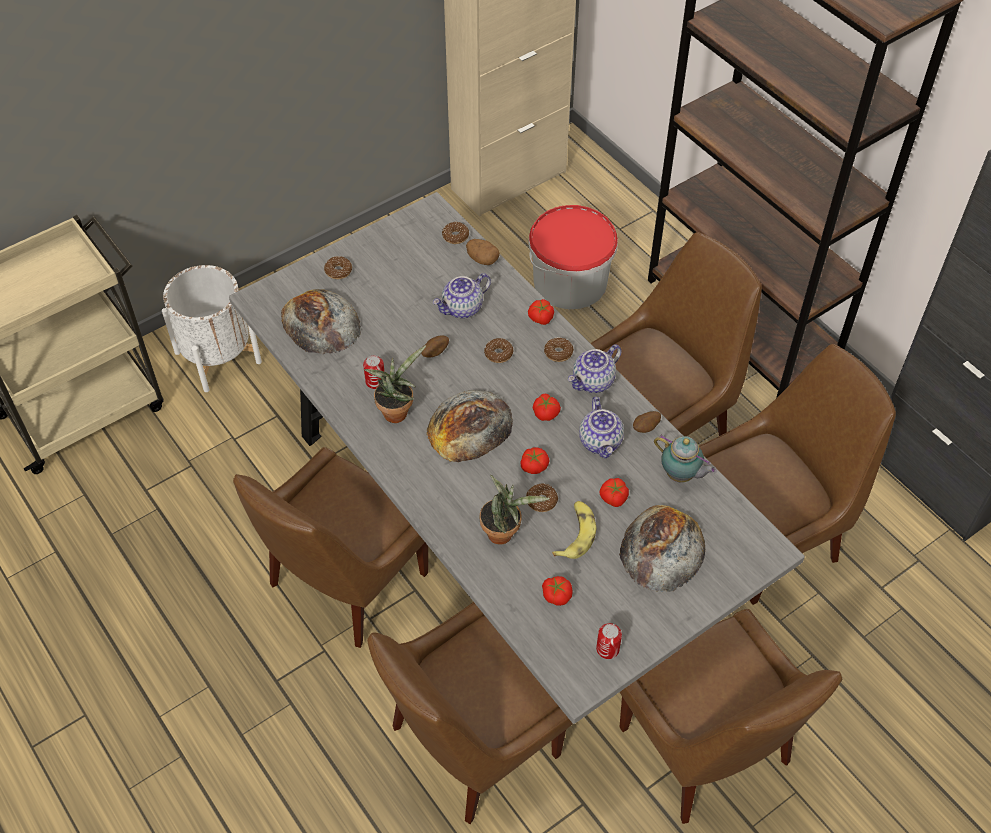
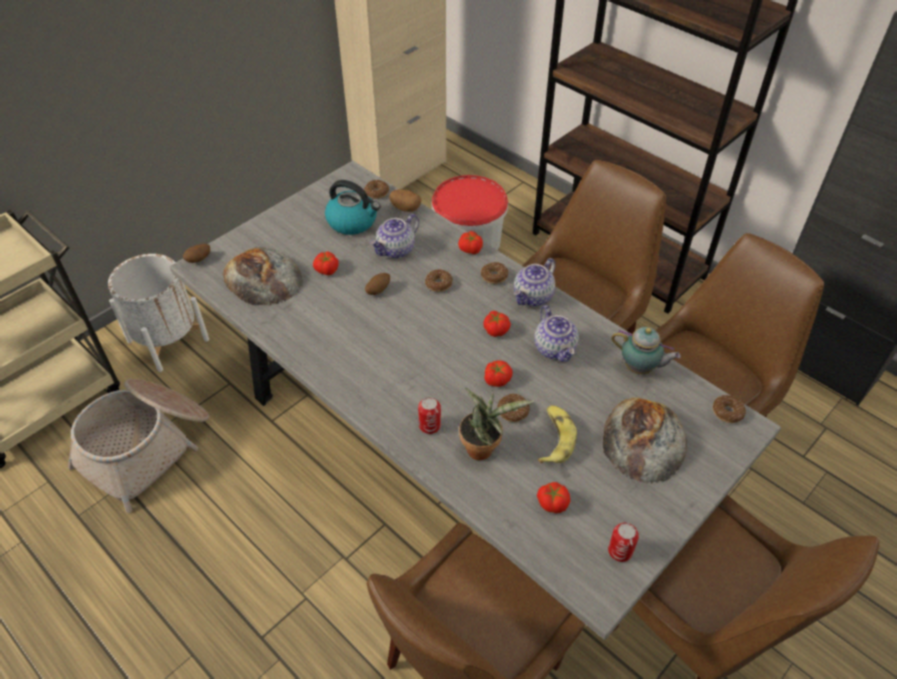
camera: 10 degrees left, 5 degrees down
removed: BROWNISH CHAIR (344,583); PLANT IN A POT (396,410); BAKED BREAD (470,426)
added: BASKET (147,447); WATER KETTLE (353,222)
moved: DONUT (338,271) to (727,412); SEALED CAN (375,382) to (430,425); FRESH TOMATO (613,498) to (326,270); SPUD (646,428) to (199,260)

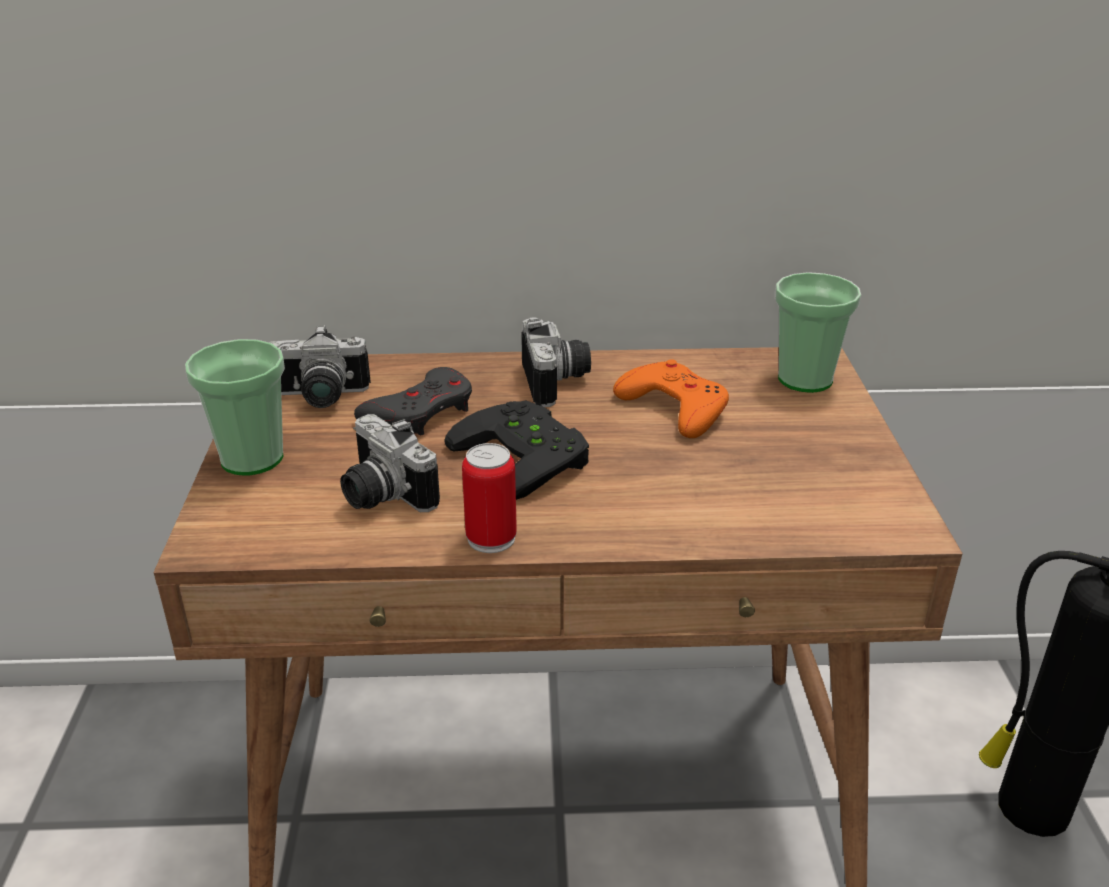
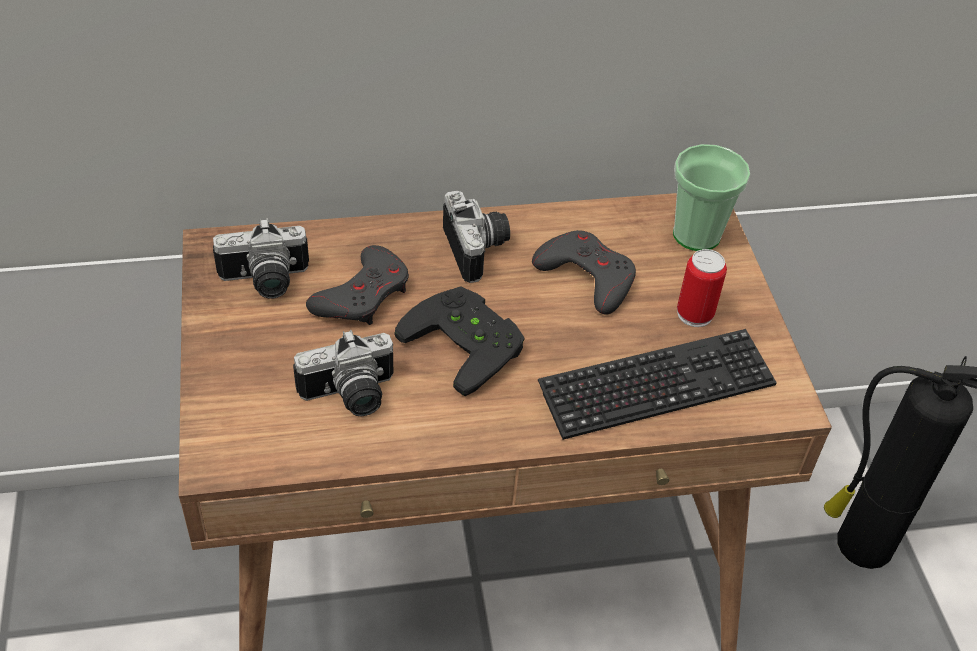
camera: 10 degrees left, 15 degrees up
removed: CUP (252,458)
added: KEYBOARD (656,386)
moved: SEALED CAN (491,538) to (694,314)
recoloured: ORANGEY GAME CONTROLLER (674,407) to GRAY GAME CONTROLLER (586,276)
turned: PHOTO CAMERA (380,495) = (351,397) 60 degrees counterclockwise

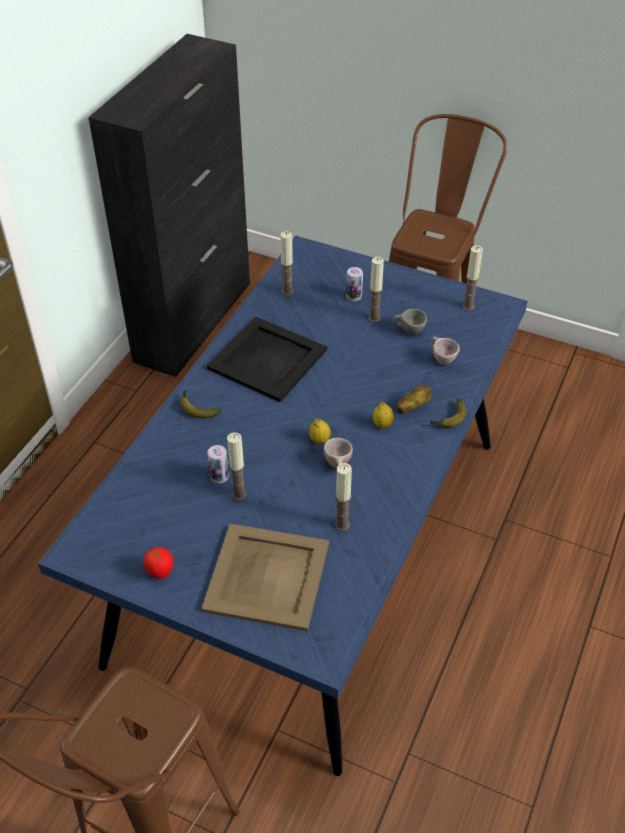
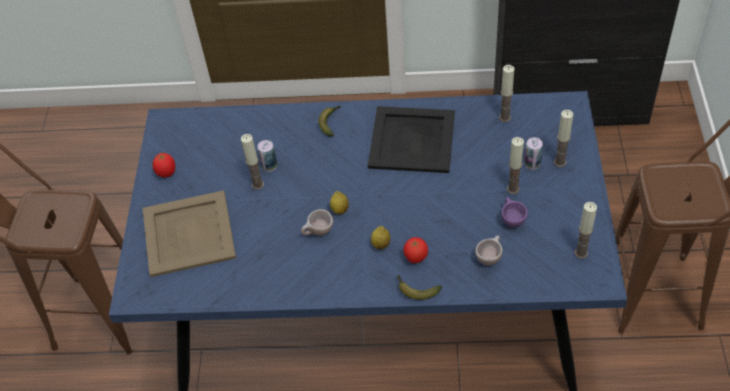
camera: 70 degrees right, 5 degrees up
moved: CANDLE (342,525) to (560,162)
replaced: SPUD (413,406) to FRESH TOMATO (415,258)
recoloured: GRAY CUP (408,332) to PURPLE CUP (511,220)

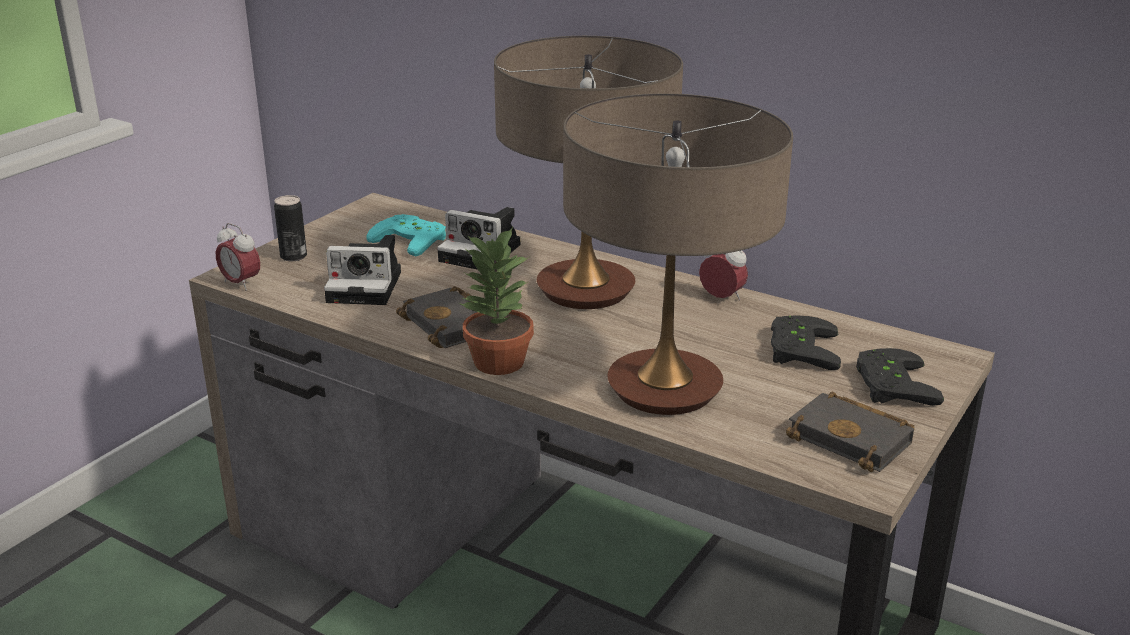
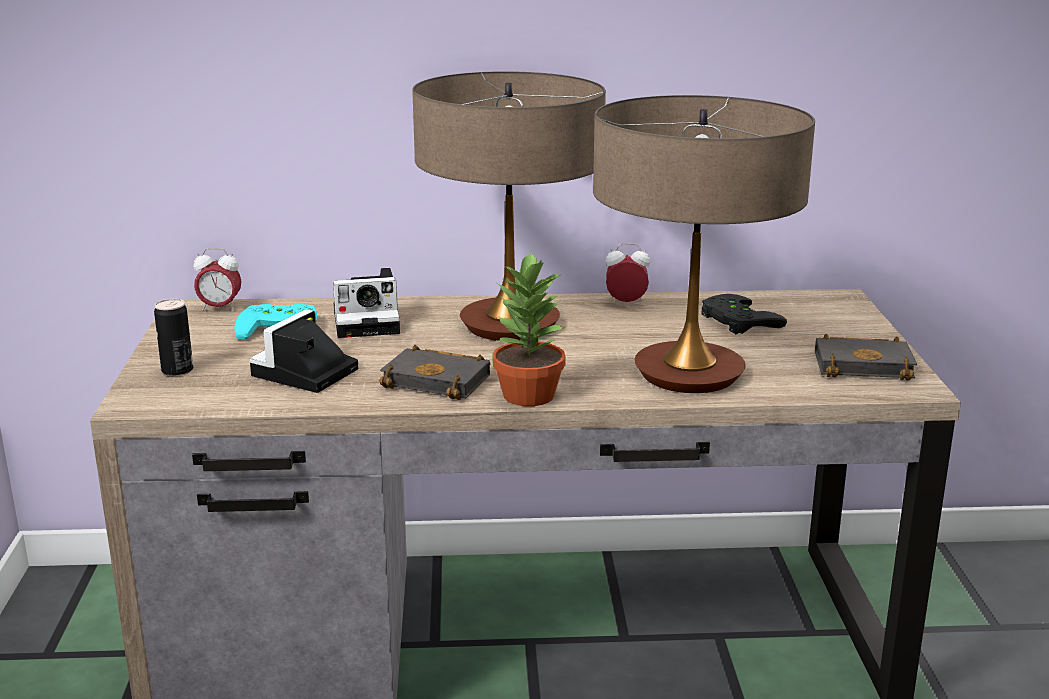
camera: 35 degrees left, 5 degrees down
removed: BLACK-COLOURED GAME CONTROLLER (889,384)
moved: BEDSIDE CLOCK (241,283) to (220,308)
turned: PHOTO CAMERA (368,286) = (303,374) 150 degrees clockwise

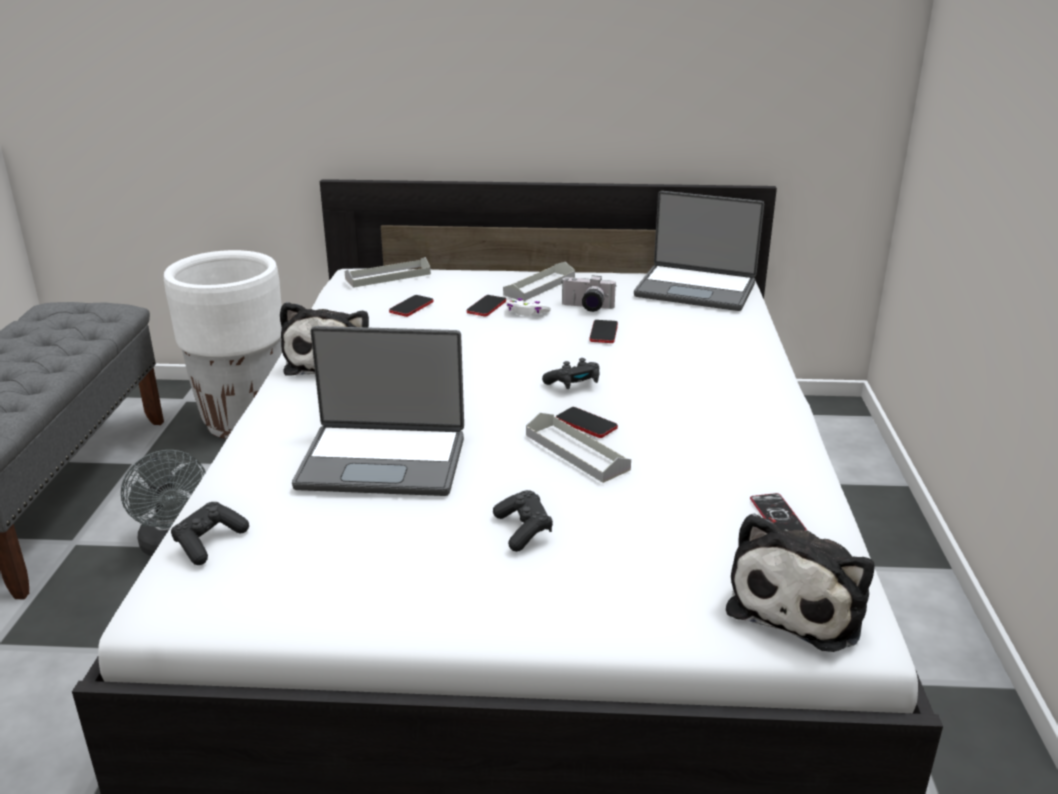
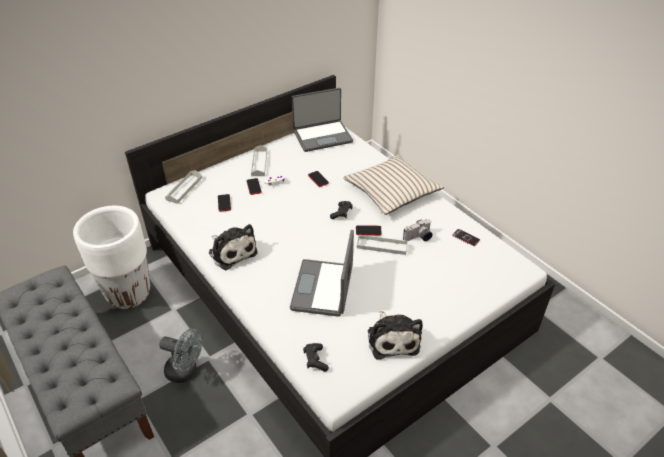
camera: 40 degrees left, 15 degrees up
removed: BLACK-COLOURED GAME CONTROLLER (523,530)
added: BEIGE PILLOW (391,191)
moved: PHOTO CAMERA (587,308) to (419,238); SOFT TOY (800,604) to (392,339)
turned: PORTABLE COMPUTER (383,460) = (323,288) 135 degrees clockwise

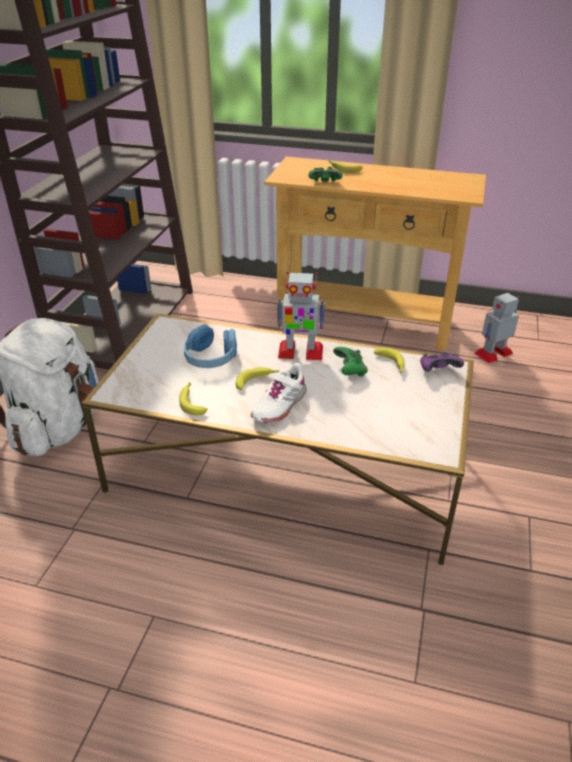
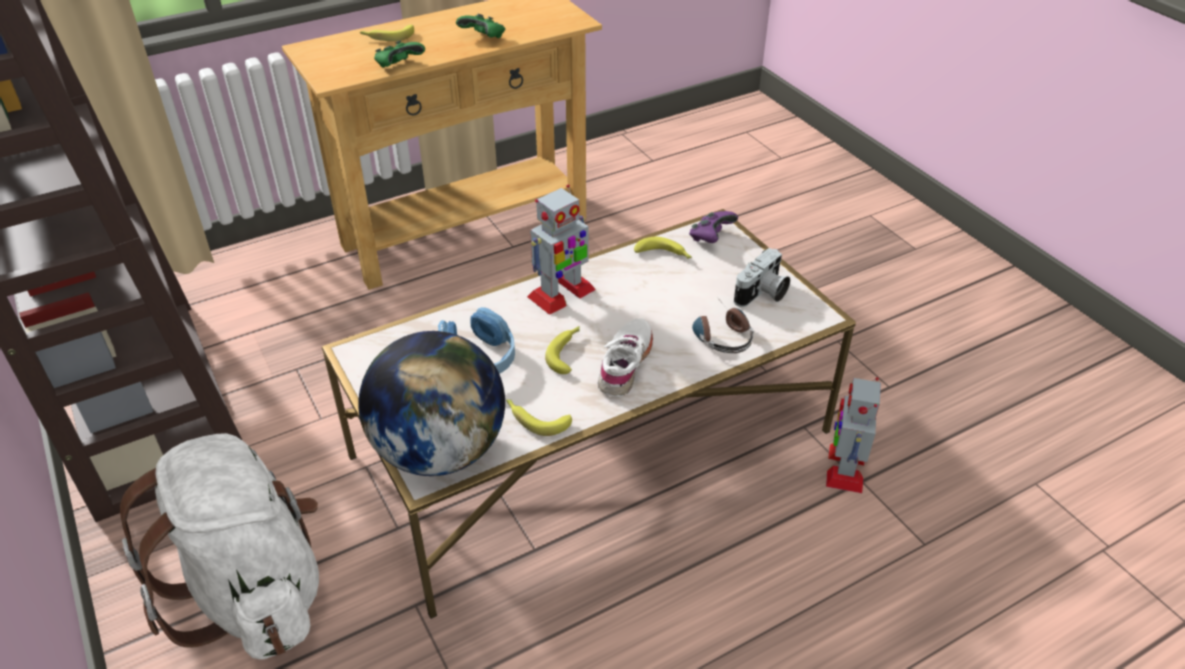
camera: 45 degrees left, 5 degrees up
added: DESK GLOBE (439,451); HEADPHONES (719,333); PHOTO CAMERA (762,294)
moved: GREENISH GAME CONTROLLER (350,371) to (484,38); ROBOT FIGURE (493,353) to (845,467)
turned: WHITE-COLOURED ITEM OF FOOTWEAR (279,405) = (626,363) 150 degrees counterclockwise

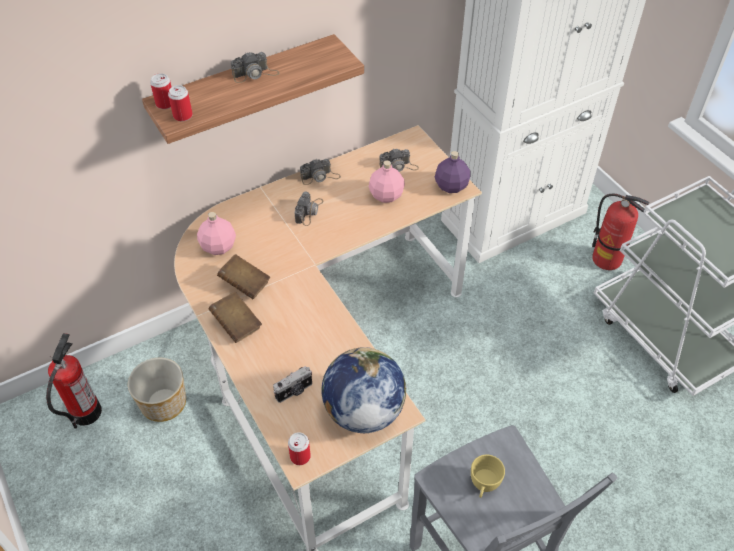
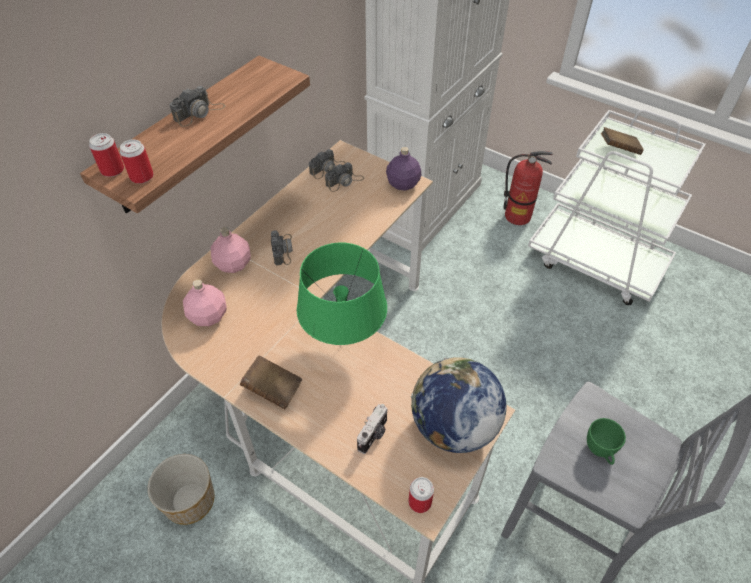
camera: 25 degrees left, 0 degrees up
removed: FIRE-FIGHTING CYLINDER (85,412)
added: GREENISH TABLETOP LAMP (344,342)
moved: BROWNISH BOOK (245,284) to (618,149); PHOTO CAMERA (320,177) to (327,168); PINK BEVERAGE BOTTLE (385,195) to (233,264)
recoloured: YELLOW CUP (483,486) to GREENISH CUP (600,451)

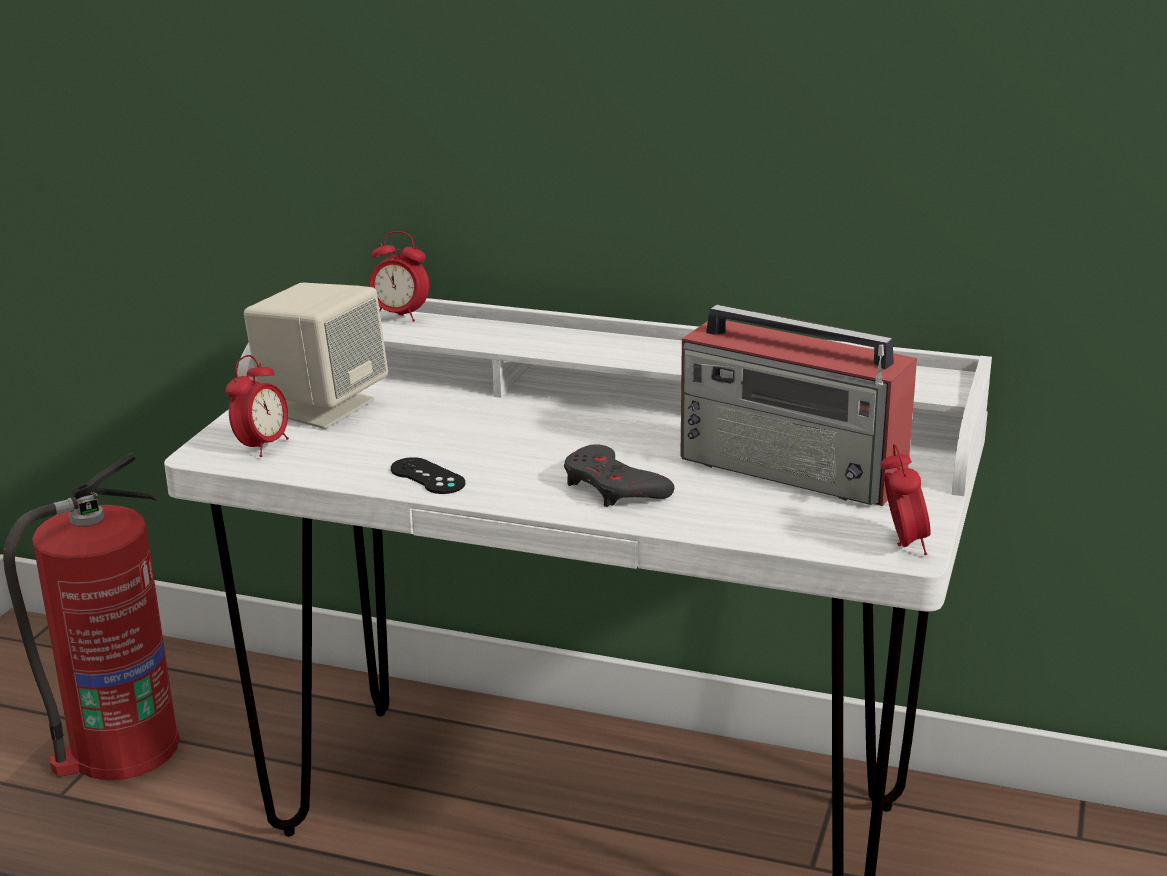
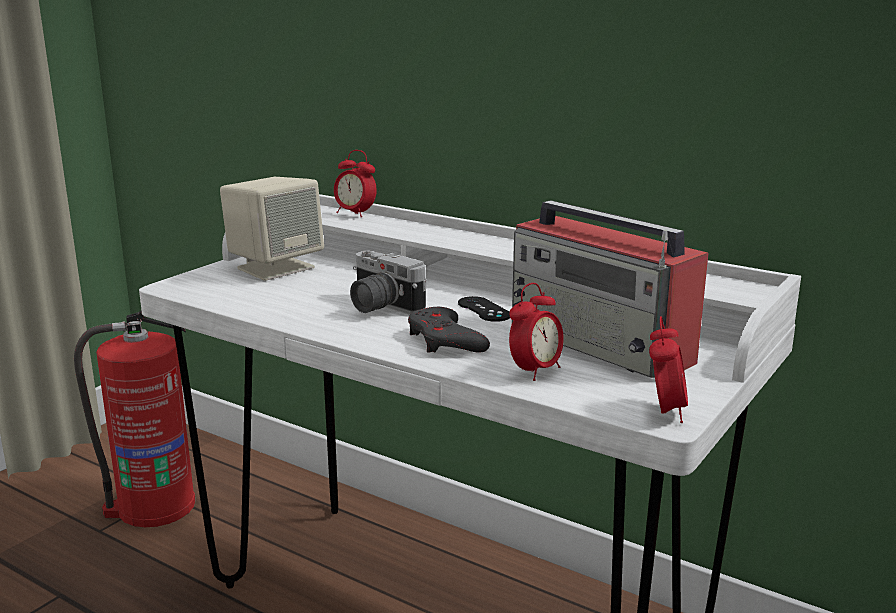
camera: 15 degrees right, 5 degrees down
added: PHOTO CAMERA (379,307)
moved: BEDSIDE CLOCK (262,446) to (535,371); BLACK-COLOURED GAME CONTROLLER (427,476) to (484,309)

